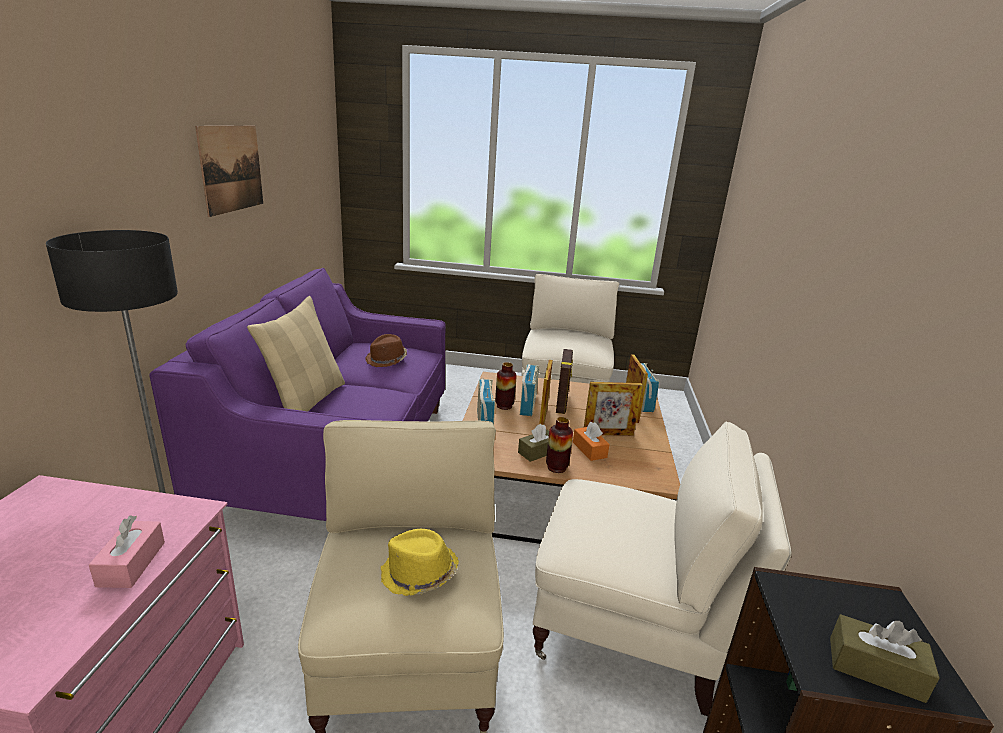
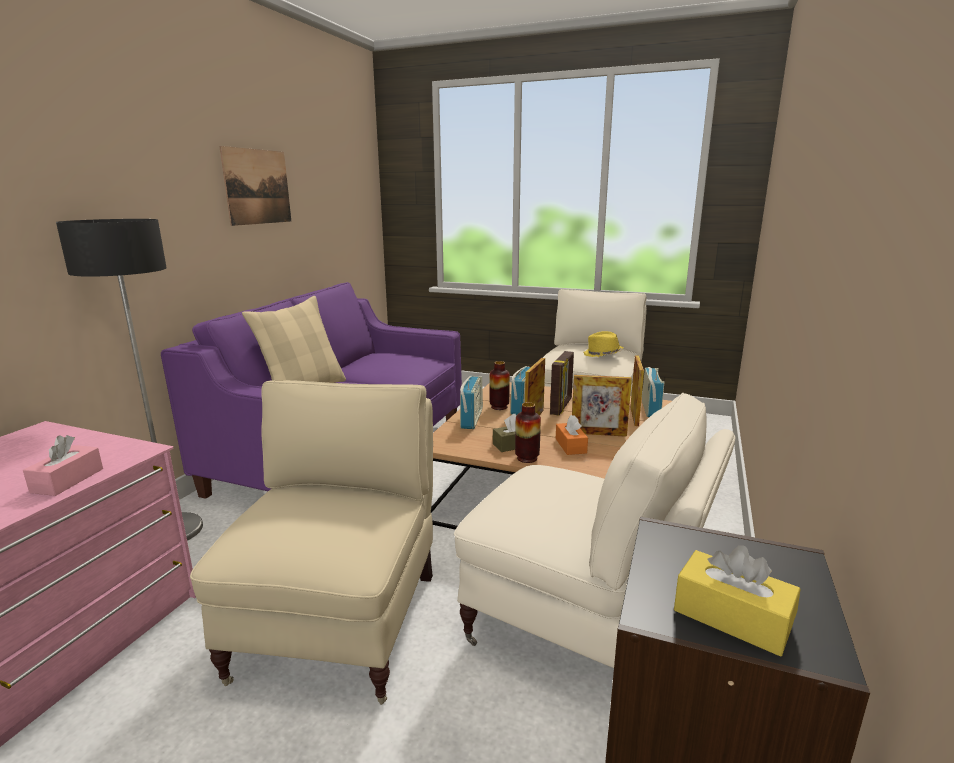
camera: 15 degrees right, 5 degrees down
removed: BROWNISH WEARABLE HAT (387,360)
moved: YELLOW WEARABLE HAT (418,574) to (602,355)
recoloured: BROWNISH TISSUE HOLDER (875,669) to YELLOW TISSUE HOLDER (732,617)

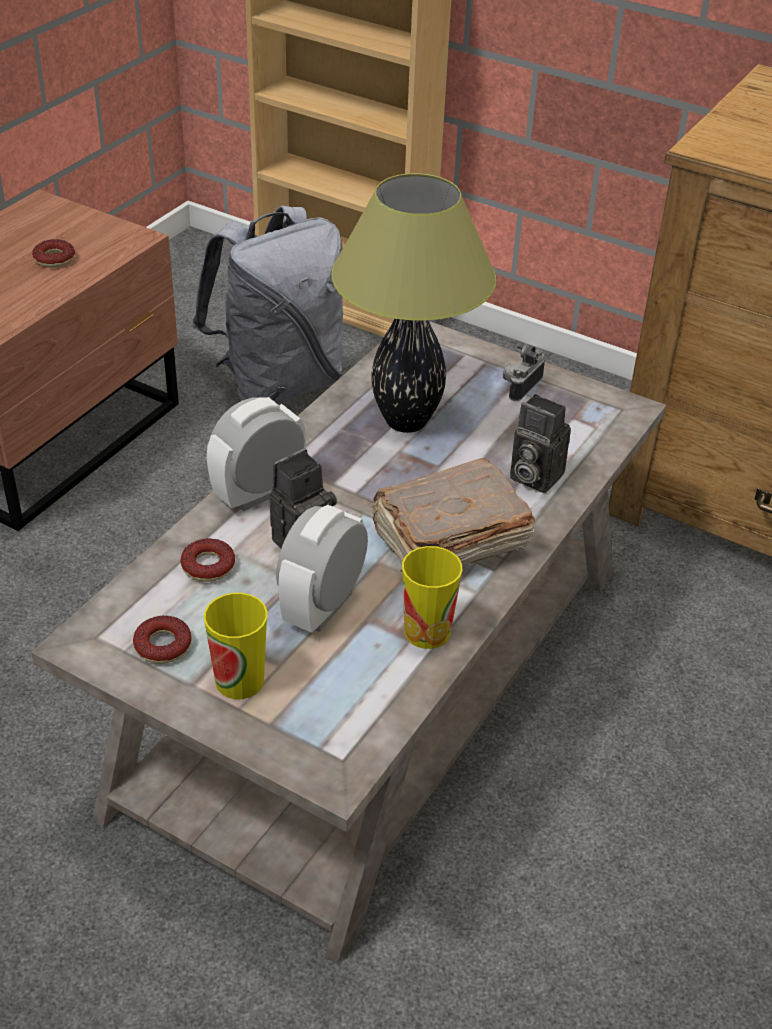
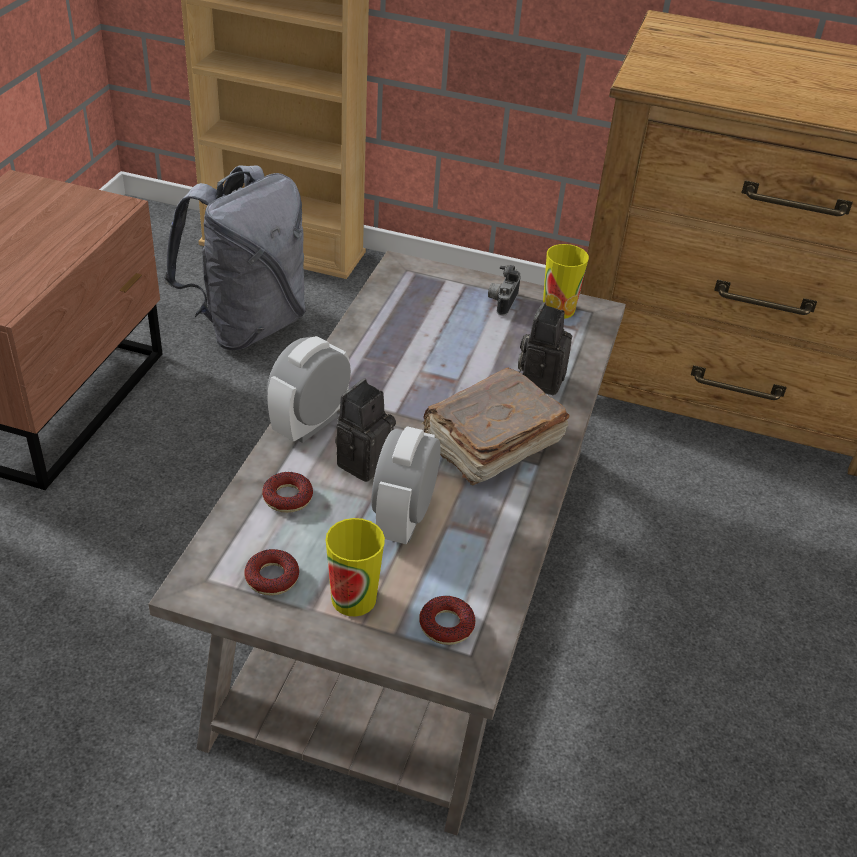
camera: 15 degrees left, 0 degrees up
removed: TABLETOP LAMP (405,422)
moved: DONUT (54,259) to (446,625); CUP (427,632) to (558,309)
turned: PHOTO CAMERA (532,476) = (540,378) 90 degrees clockwise

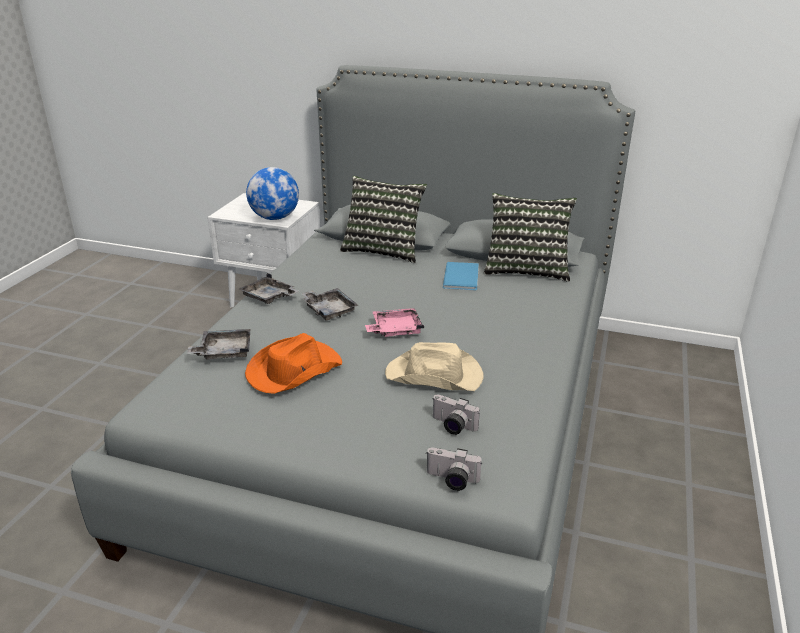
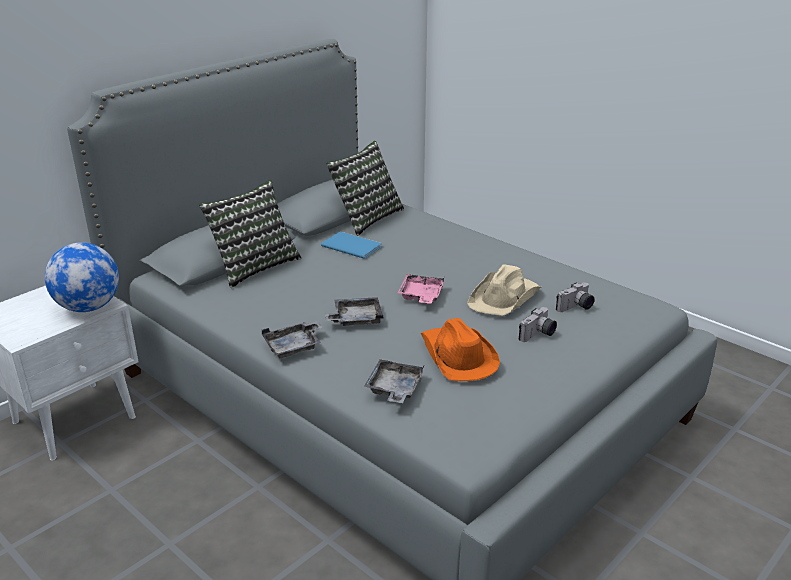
camera: 65 degrees left, 0 degrees up
moved: PHOTO CAMERA (451,480) to (538,335)

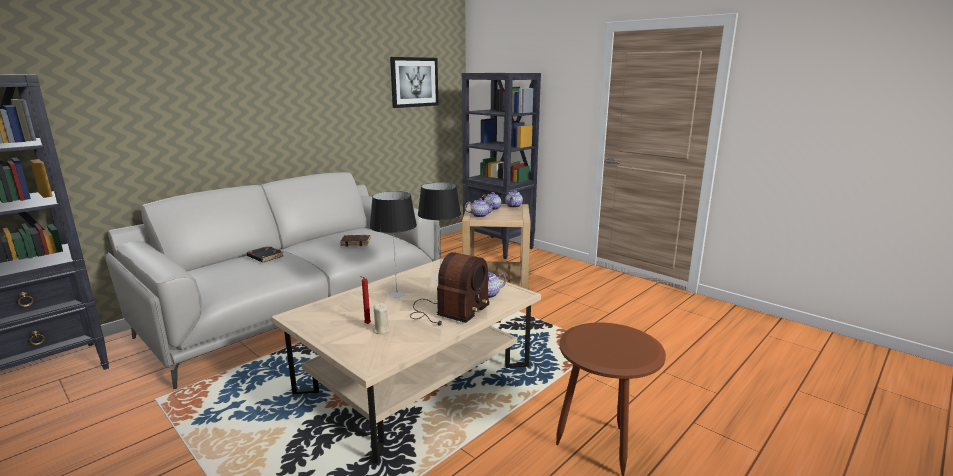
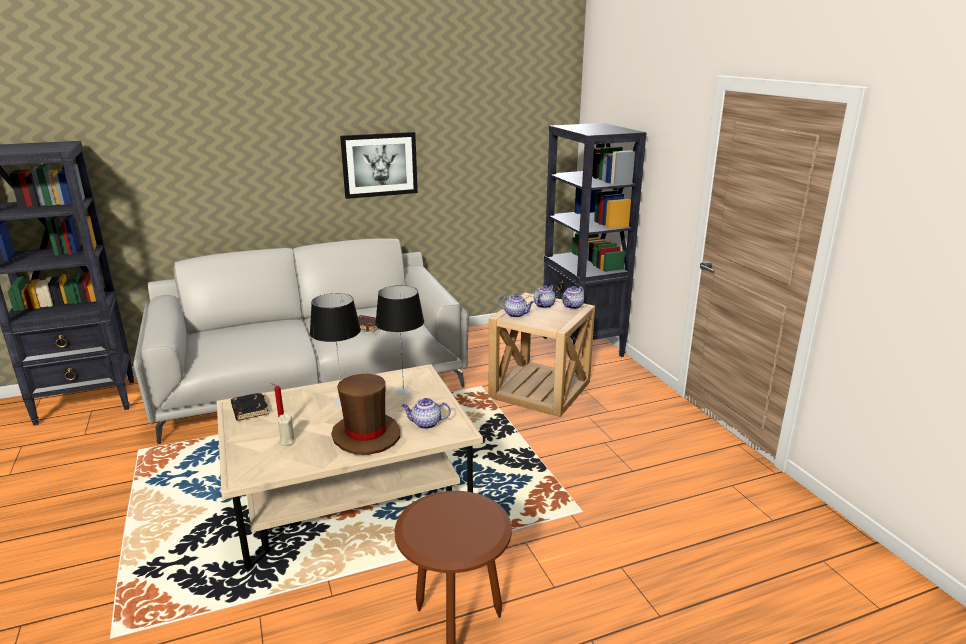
camera: 25 degrees right, 5 degrees up
moved: BLACK-COLOURED BOOK (264,257) to (249,409); WALL PICTURE (414,82) to (379,164)
replaced: RADIO SET (448,311) to BROWNISH WEARABLE HAT (366,435)

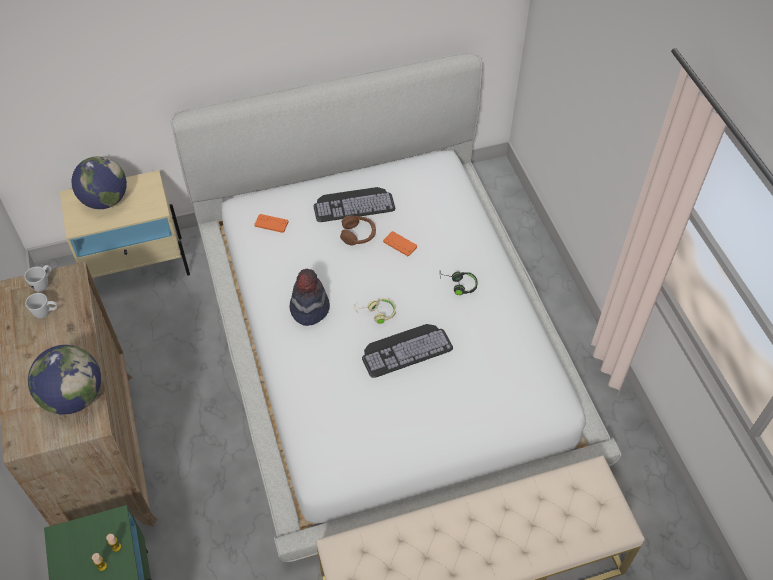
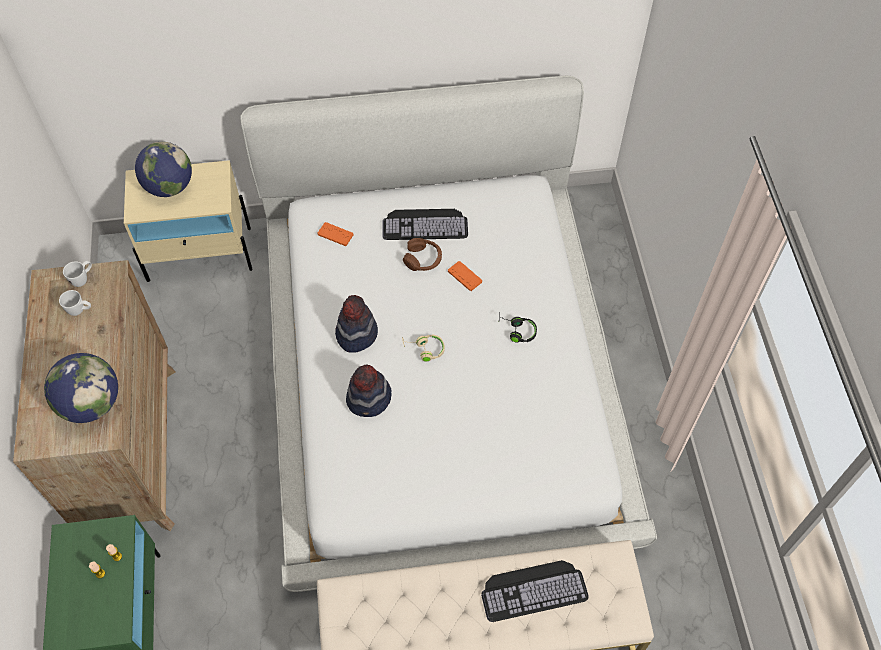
camera: 10 degrees right, 5 degrees up
added: WEARABLE HAT (369,399)
moved: KEYBOARD (406,348) to (533,588)

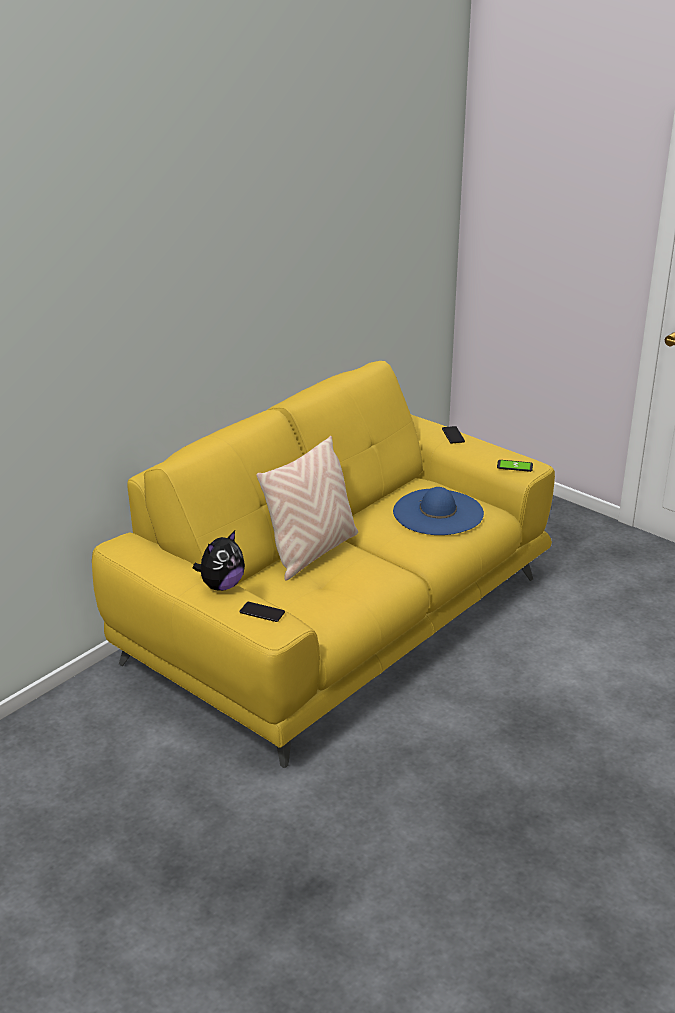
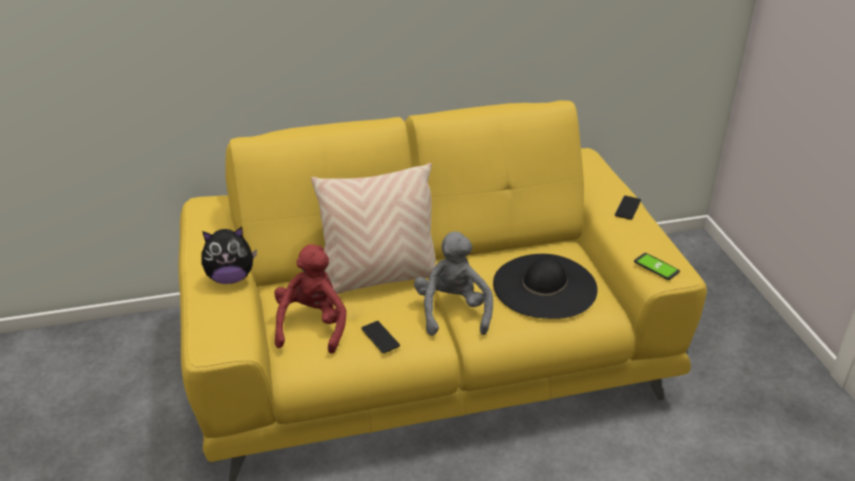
camera: 35 degrees right, 5 degrees up
added: REDDISH SOFT TOY (312,325); GRAY SOFT TOY (452,311)
moved: TELEPHONE (262,612) to (380,337)
recoloured: BLUE WEARABLE HAT (438,512) to BLACK-COLOURED WEARABLE HAT (545,286)

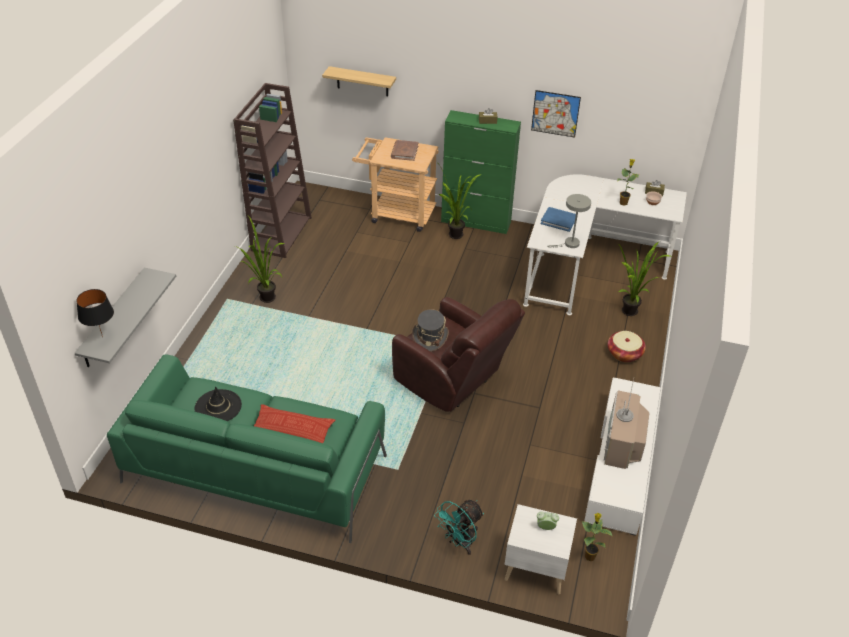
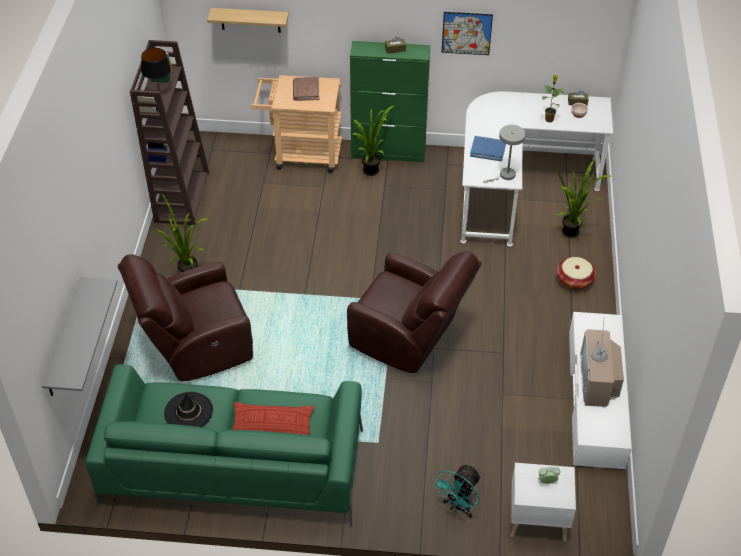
camera: 10 degrees left, 5 degrees up
removed: GRAY WEARABLE HAT (430,337); PLANT IN A POT (589,556)
added: BROWNISH LOUNGE CHAIR (195,347)
moved: BLACK-COLOURED TABLETOP LAMP (102,336) to (159,91)

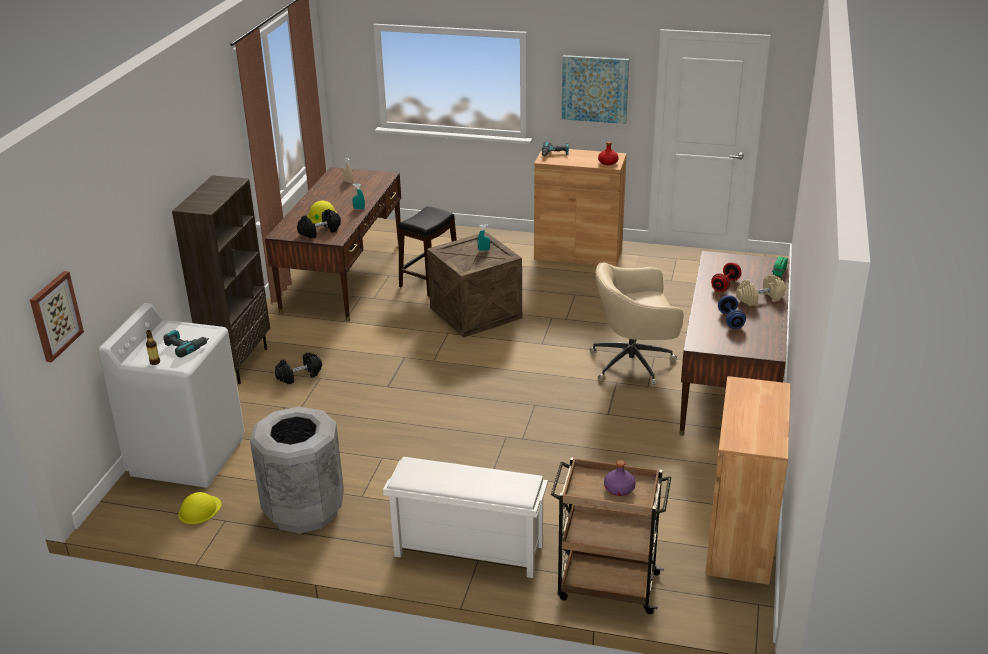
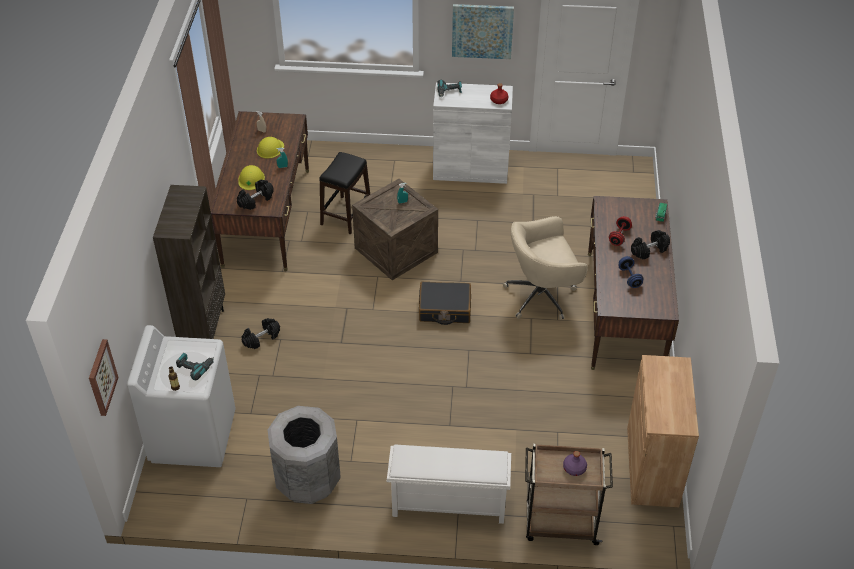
camera: 10 degrees left, 15 degrees up
added: BLACK-COLOURED PIECE OF LUGGAGE (444,309)
moved: YELLOW WORK HELMET (199,510) to (270,148)
recoloured: BROWNISH CABINET (578,253) to WHITE-COLOURED CABINET (470,169); BEIGE DUMBBELL (759,299) to BLACK-COLOURED DUMBBELL (649,250)

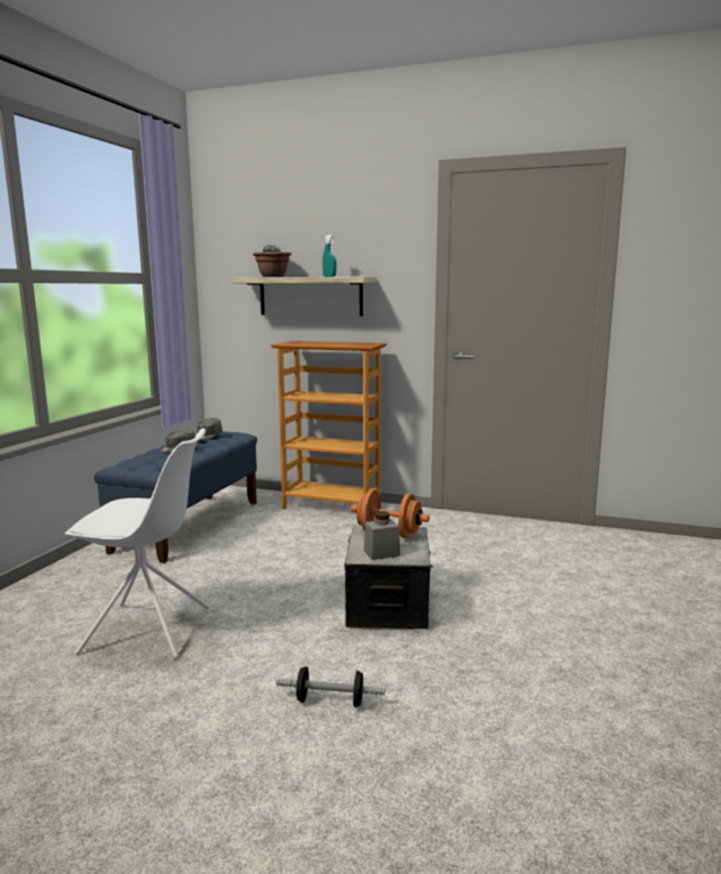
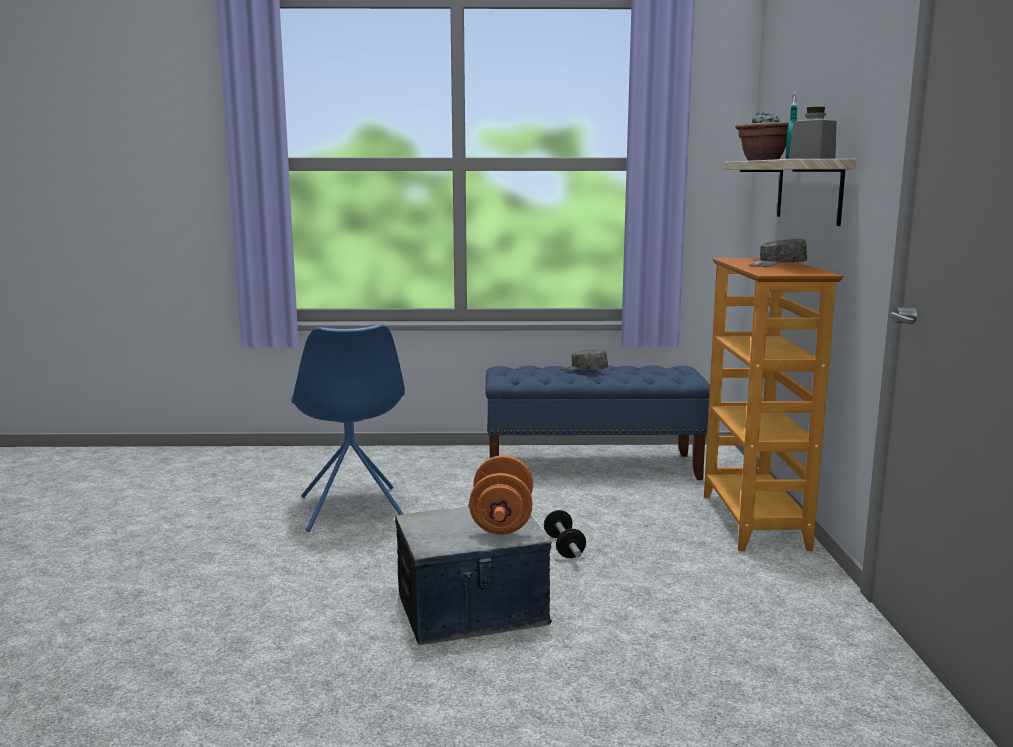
camera: 70 degrees right, 0 degrees up
moved: GRAY PEAKED CAP (208,436) to (777,265); DUMBBELL (330,701) to (564,547); GRAY JAR (381,553) to (812,158)
recoloured: WHITE-COLOURED CHAIR (149,630) to BLUE CHAIR (352,510)

